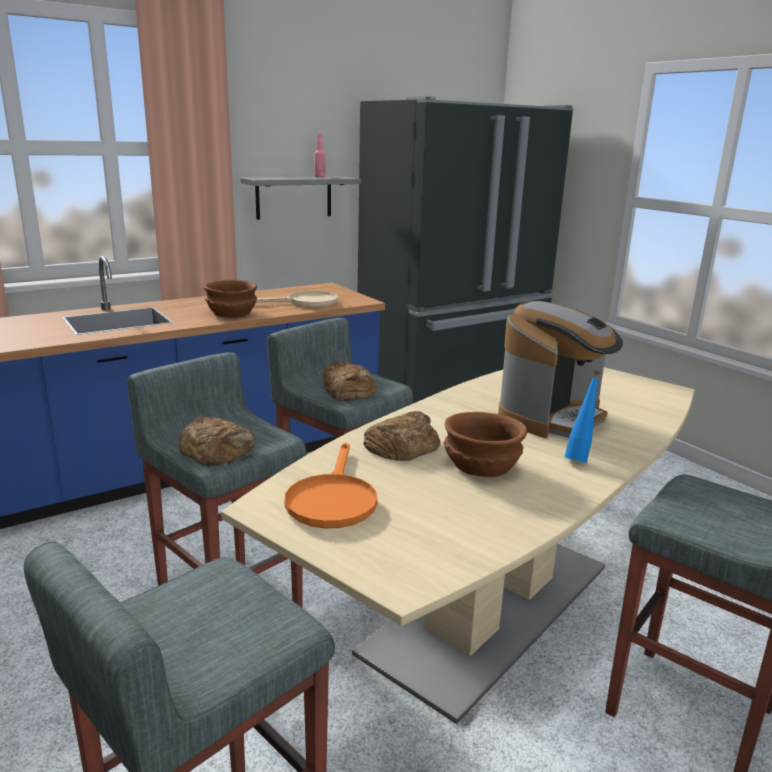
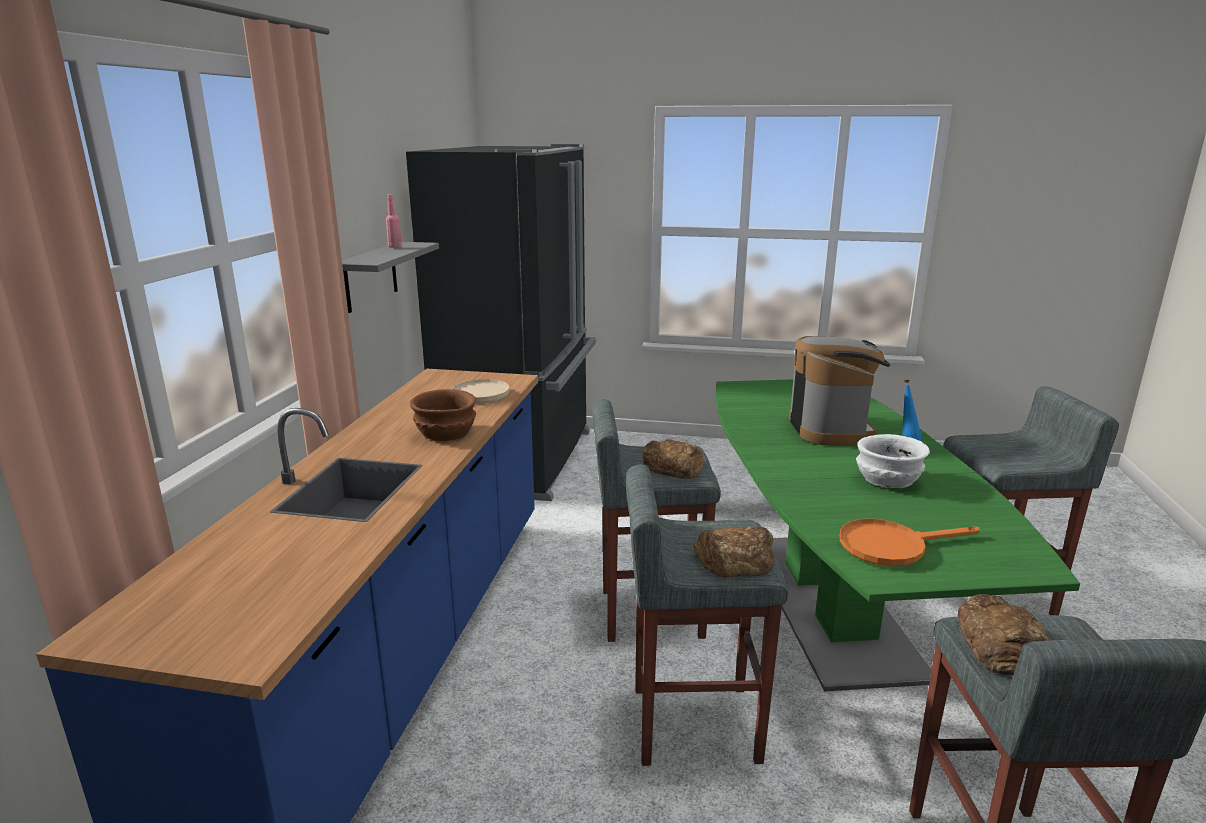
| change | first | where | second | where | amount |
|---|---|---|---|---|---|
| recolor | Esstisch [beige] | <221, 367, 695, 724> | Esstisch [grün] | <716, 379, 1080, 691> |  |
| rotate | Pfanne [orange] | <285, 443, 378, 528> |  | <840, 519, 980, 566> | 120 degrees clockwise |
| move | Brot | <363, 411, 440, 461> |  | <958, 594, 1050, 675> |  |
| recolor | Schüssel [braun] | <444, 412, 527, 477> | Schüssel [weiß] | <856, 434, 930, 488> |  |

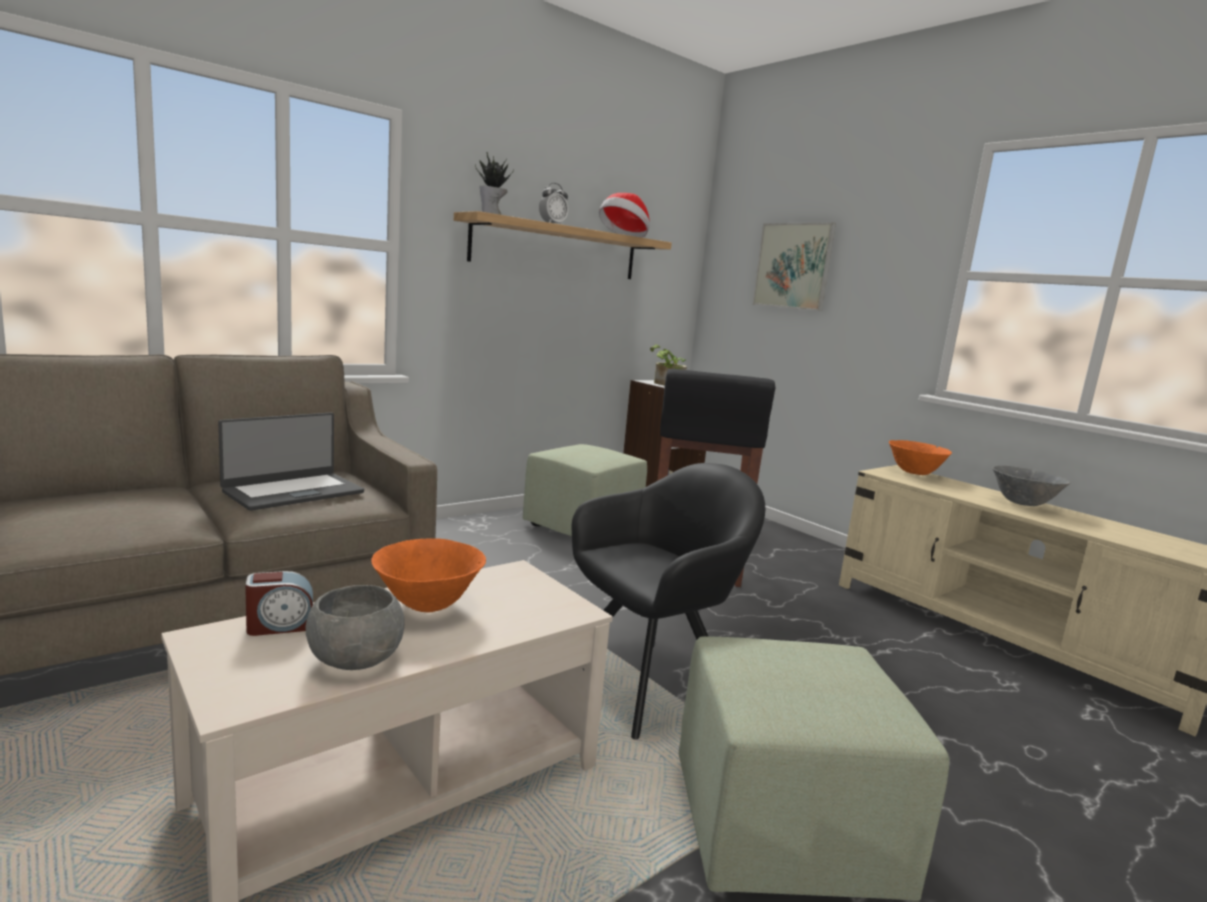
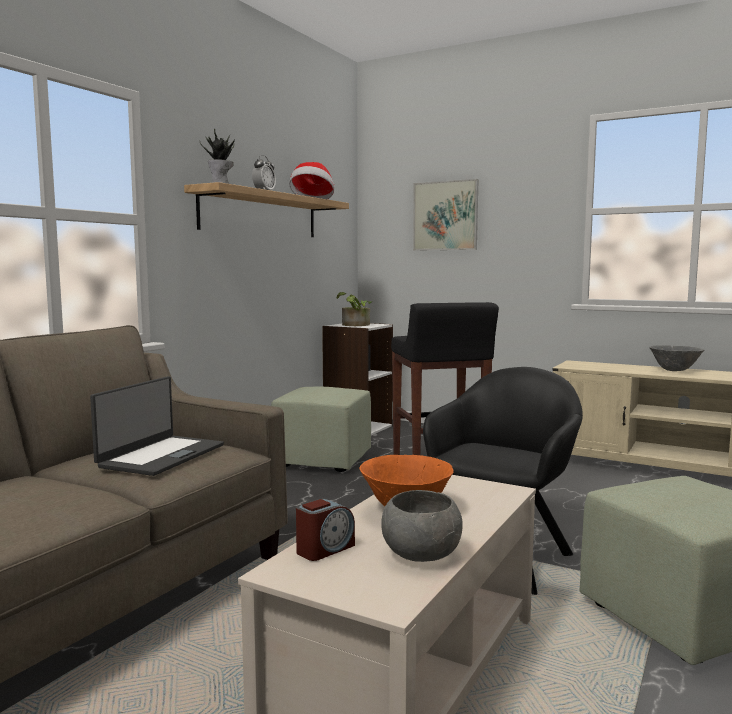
| change | first | where | second | where | amount |
|---|---|---|---|---|---|
| delete | Schüssel [orange] | <889, 440, 952, 475> |  |  |  |

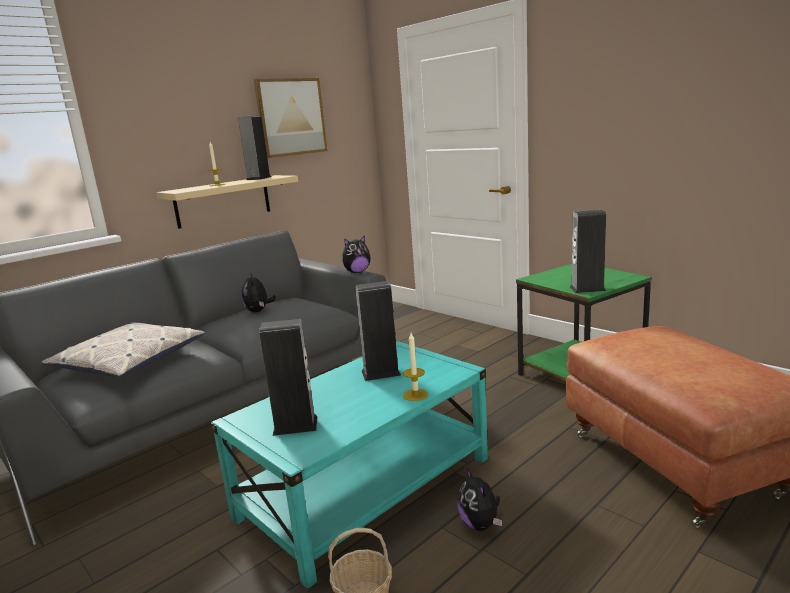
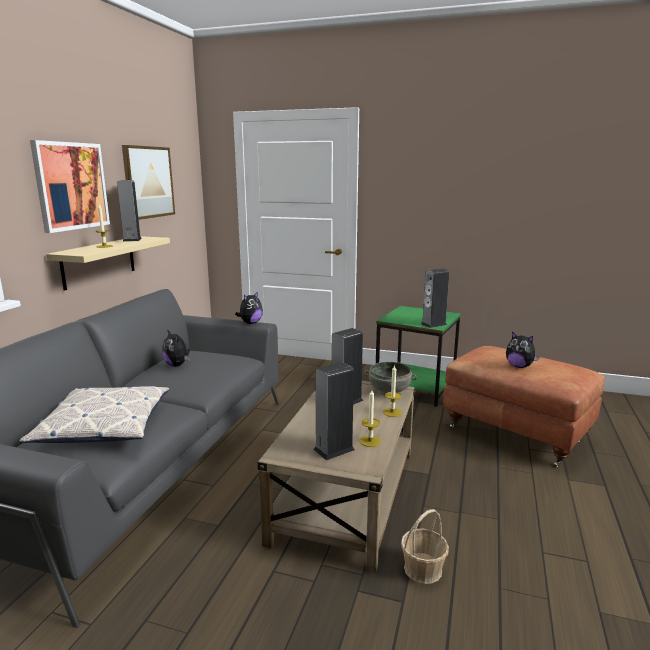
| change | first | where | second | where | amount |
|---|---|---|---|---|---|
| recolor | Couchtisch [türkis] | <211, 341, 488, 589> | Couchtisch [beige] | <257, 381, 416, 573> |  |
| move | Plüschtier | <457, 468, 502, 531> |  | <506, 332, 540, 368> |  |
| insert |  |  | Bild | <30, 140, 110, 233> |  |
| insert |  |  | Kerze | <360, 390, 381, 447> |  |
| insert |  |  | Schüssel [grau] | <364, 362, 417, 395> |  |

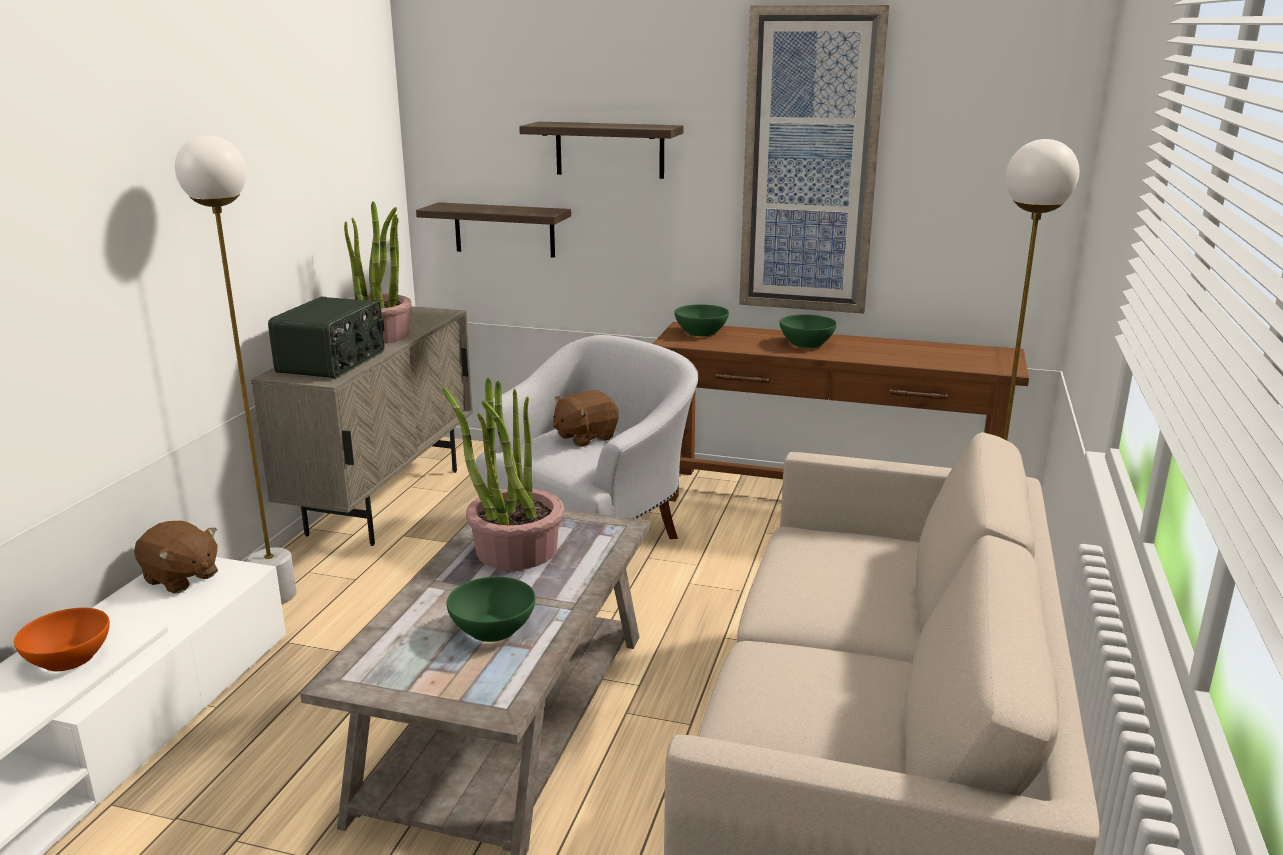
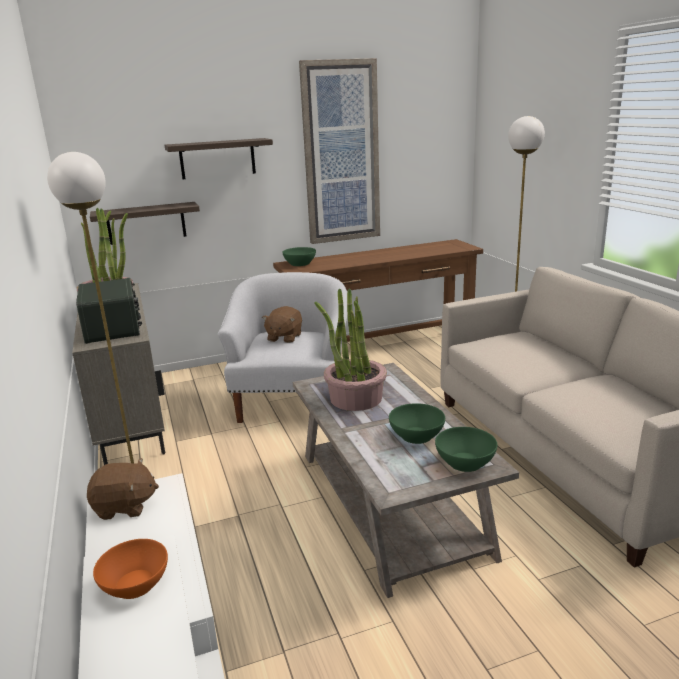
| change | first | where | second | where | amount |
|---|---|---|---|---|---|
| move | Schüssel [grün] | <779, 314, 837, 348> |  | <435, 427, 498, 472> |  |

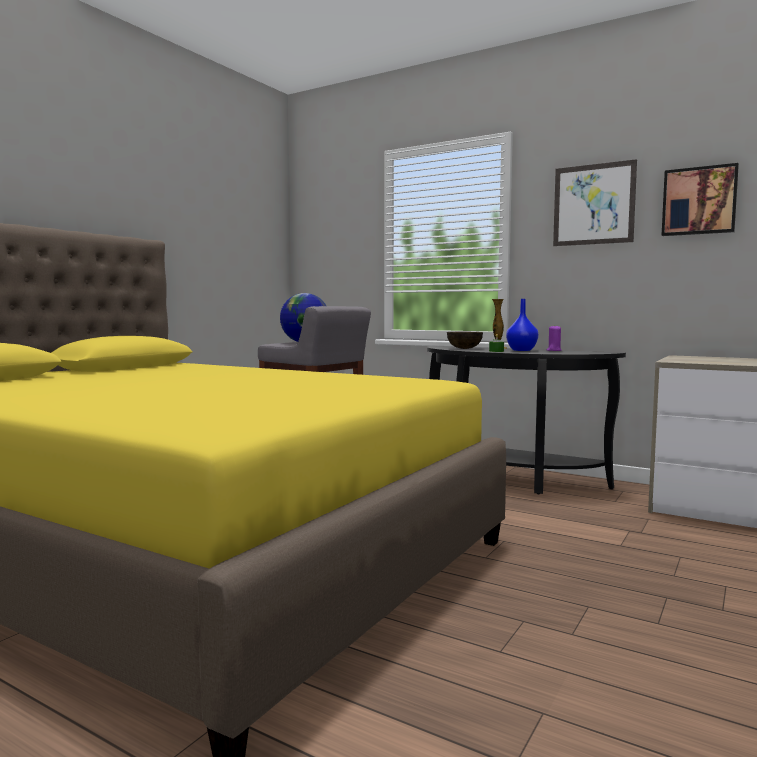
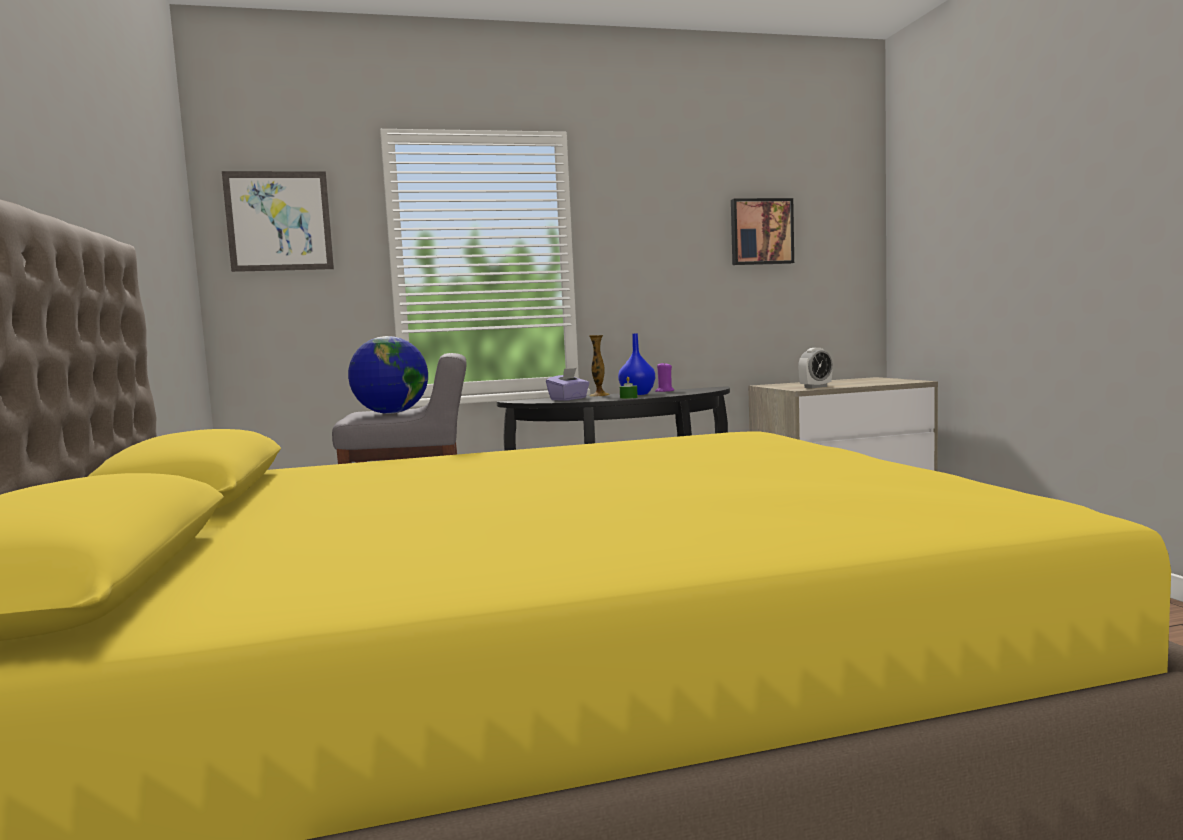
| change | first | where | second | where | amount |
|---|---|---|---|---|---|
| replace | Schüssel [braun] | <447, 332, 483, 349> | Taschentuchbox [lila] | <546, 368, 590, 401> |  |
| move | Bild | <553, 159, 637, 246> |  | <222, 171, 334, 272> |  |
| insert |  |  | Wecker | <798, 348, 833, 388> |  |

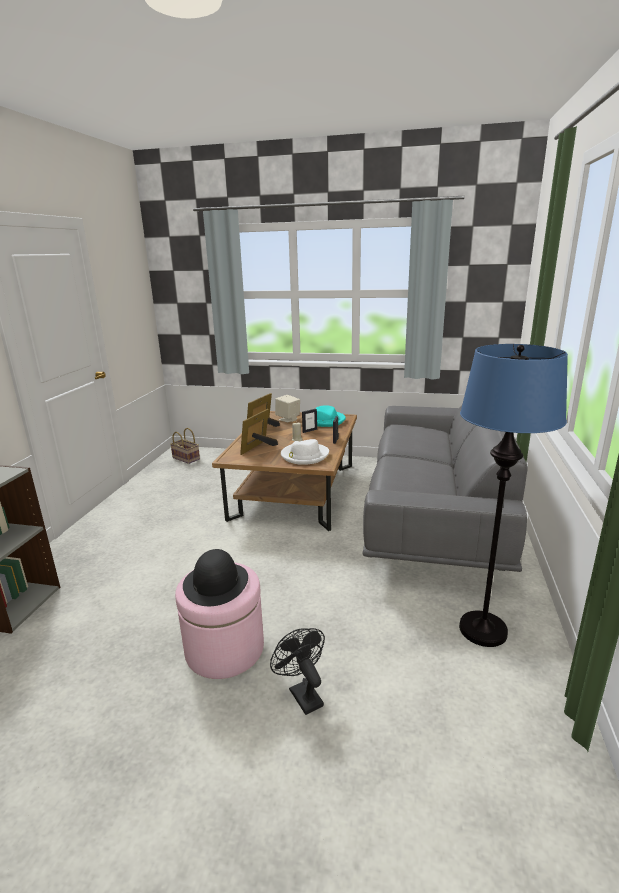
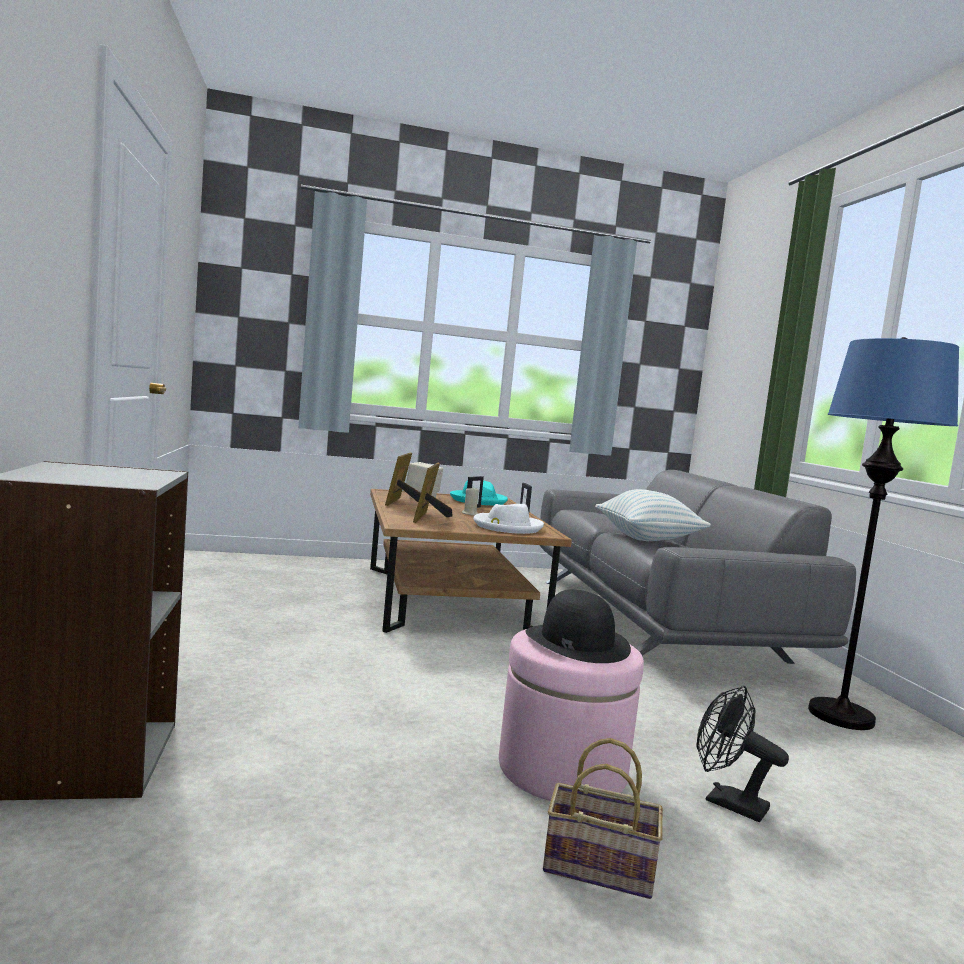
| change | first | where | second | where | amount |
|---|---|---|---|---|---|
| move | Korb | <170, 428, 200, 464> |  | <543, 738, 663, 899> |  |
| insert |  |  | Kissen | <595, 489, 711, 541> |  |

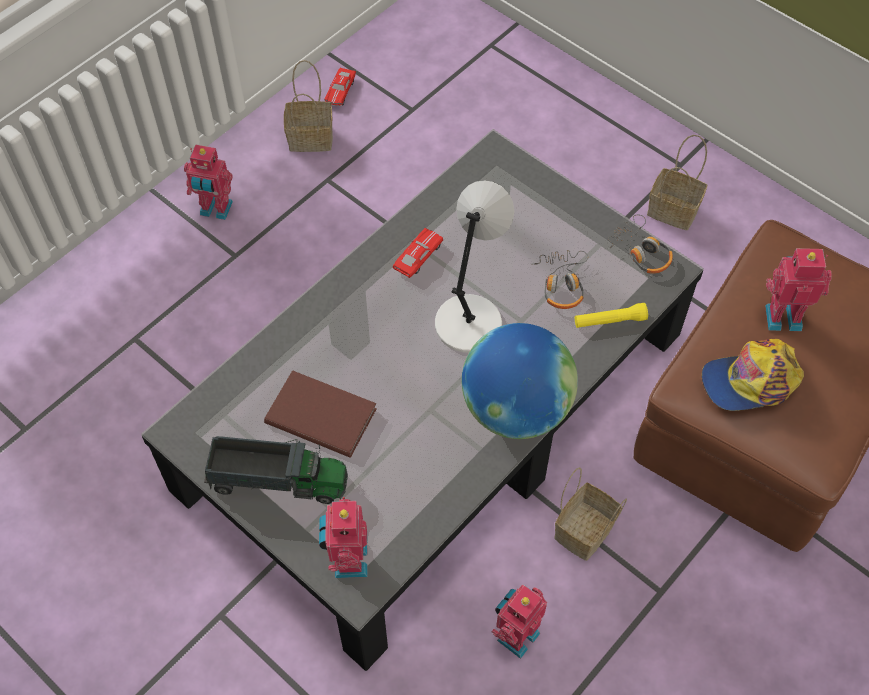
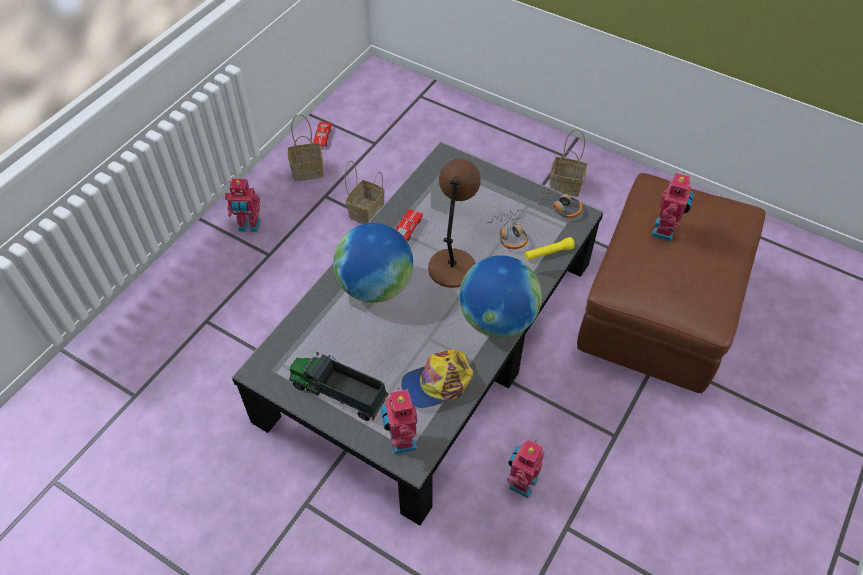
| change | first | where | second | where | amount |
|---|---|---|---|---|---|
| rotate | Spielzeuglaster | <204, 436, 348, 504> |  | <289, 352, 388, 421> | 150 degrees counterclockwise |
| delete | Buch [braun] | <264, 370, 377, 458> |  |  |  |
| recolor | Tischlampe [grau] | <435, 180, 514, 353> | Tischlampe [braun] | <428, 159, 481, 288> |  |
| move | Korb | <554, 467, 627, 561> |  | <345, 160, 385, 224> |  |
| move | Kappe | <702, 339, 804, 411> |  | <401, 349, 473, 408> |  |
| rotate | Spielzeugroboter | <765, 248, 832, 331> |  | <651, 172, 694, 241> | 120 degrees clockwise |
| insert |  |  | Globus | <333, 223, 413, 303> |  |

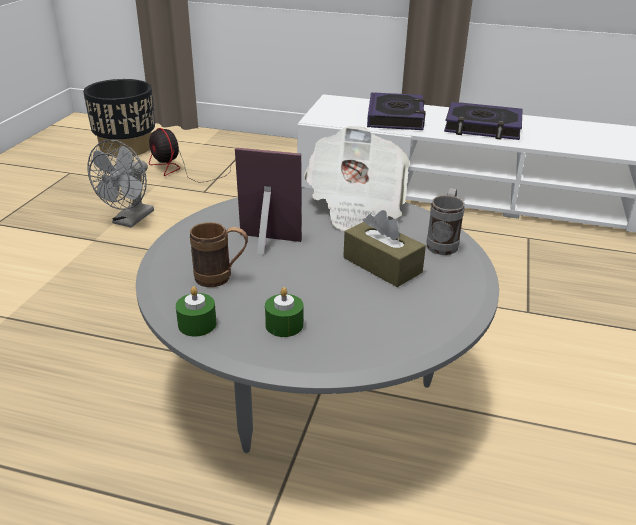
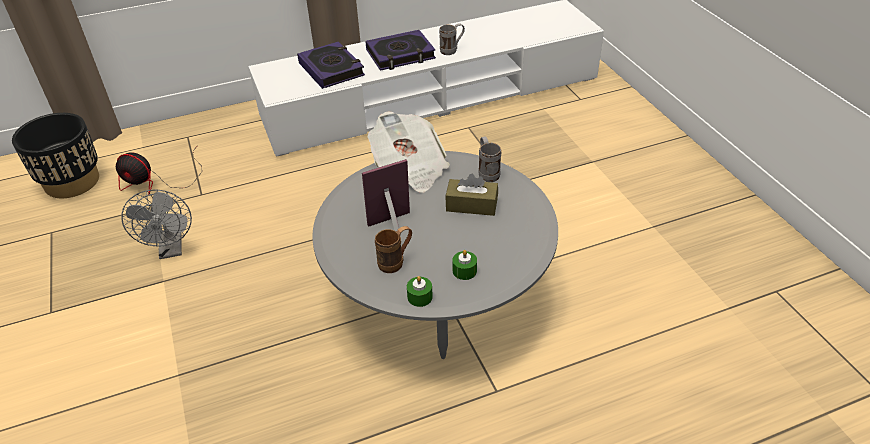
| change | first | where | second | where | amount |
|---|---|---|---|---|---|
| insert |  |  | Henkelbecher [grau] | <439, 23, 465, 55> |  |

